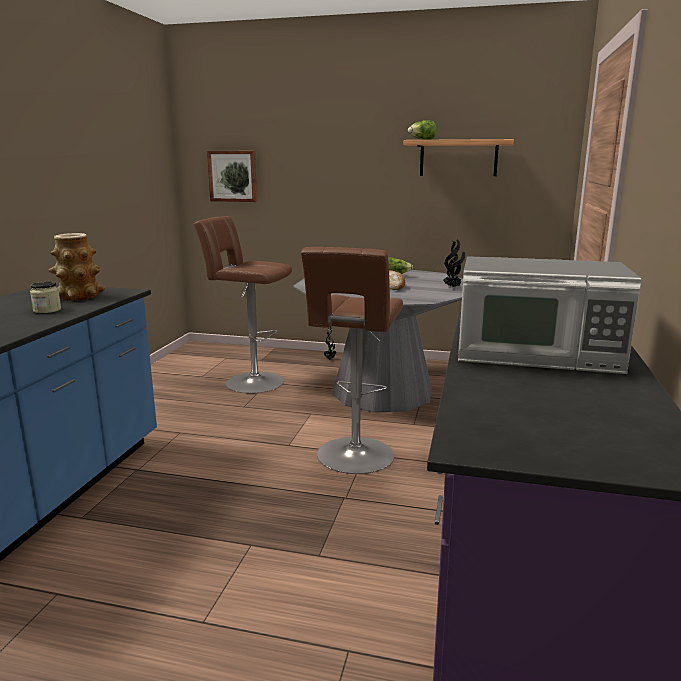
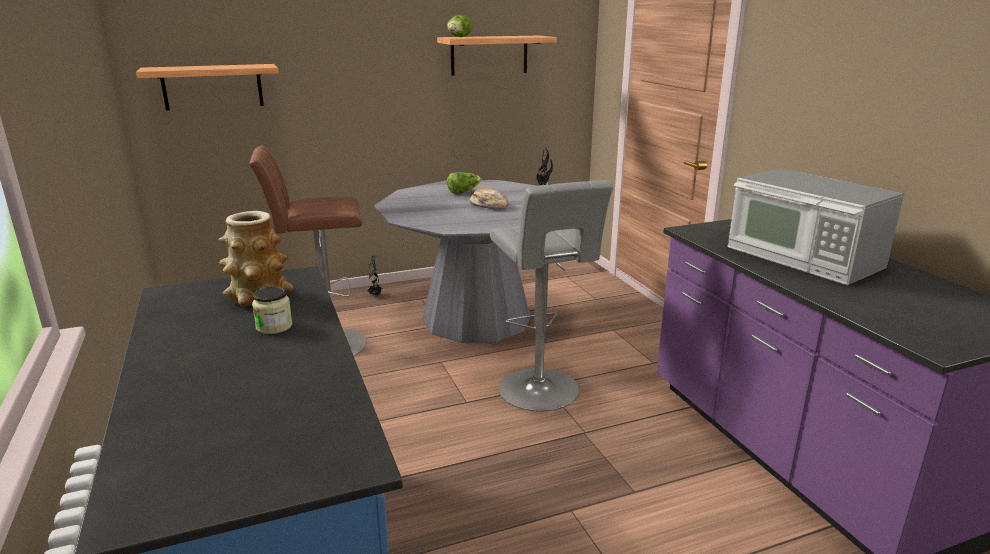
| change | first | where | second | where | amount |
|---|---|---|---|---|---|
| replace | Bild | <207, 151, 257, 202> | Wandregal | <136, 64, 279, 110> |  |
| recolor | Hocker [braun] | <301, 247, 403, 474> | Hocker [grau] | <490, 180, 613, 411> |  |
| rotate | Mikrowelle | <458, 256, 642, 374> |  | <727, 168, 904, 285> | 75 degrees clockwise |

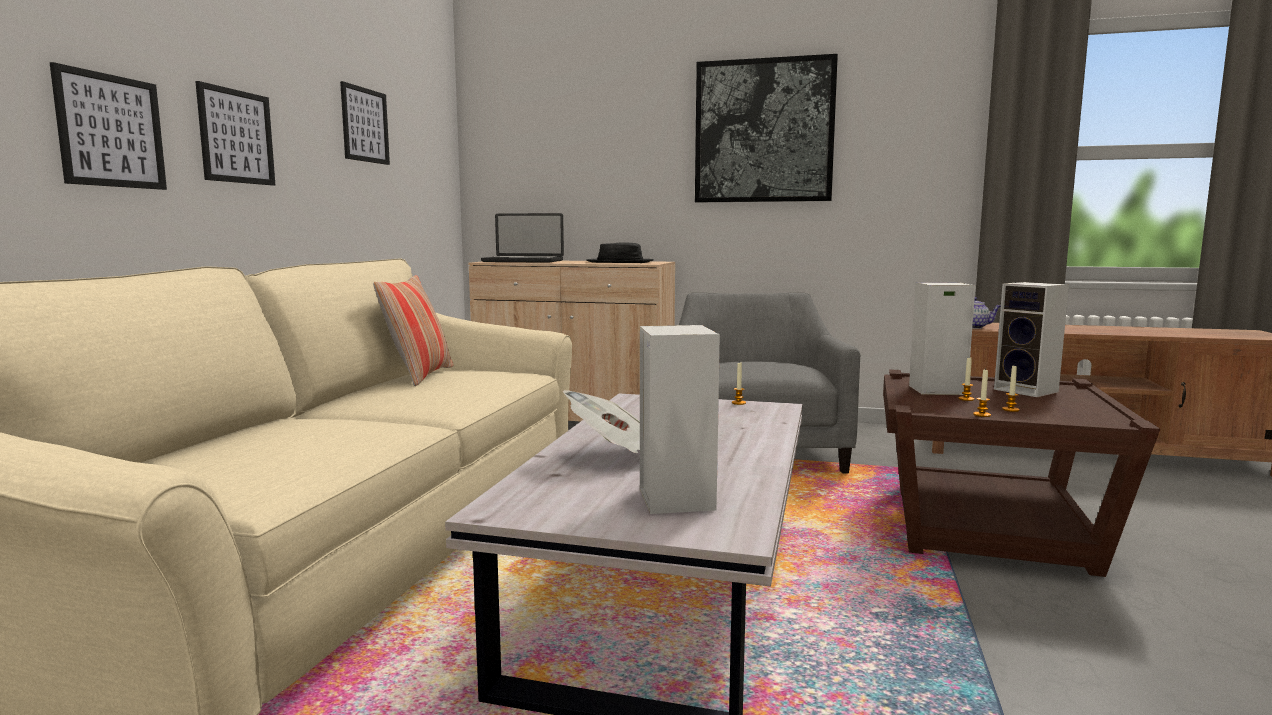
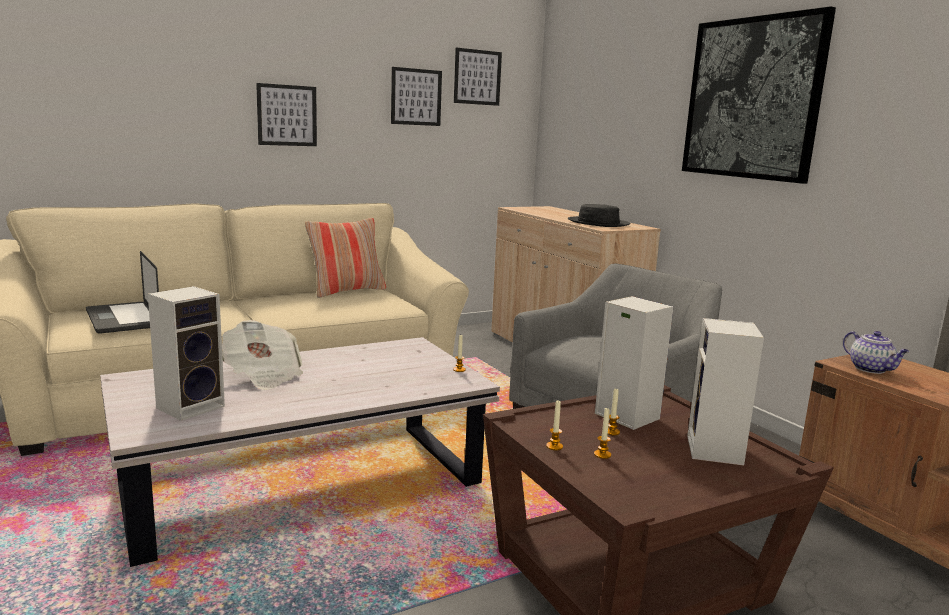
| change | first | where | second | where | amount |
|---|---|---|---|---|---|
| move | Bild | <49, 62, 167, 190> |  | <454, 48, 502, 106> |  |
| move | Laptop | <481, 213, 564, 263> |  | <86, 251, 159, 334> |  |

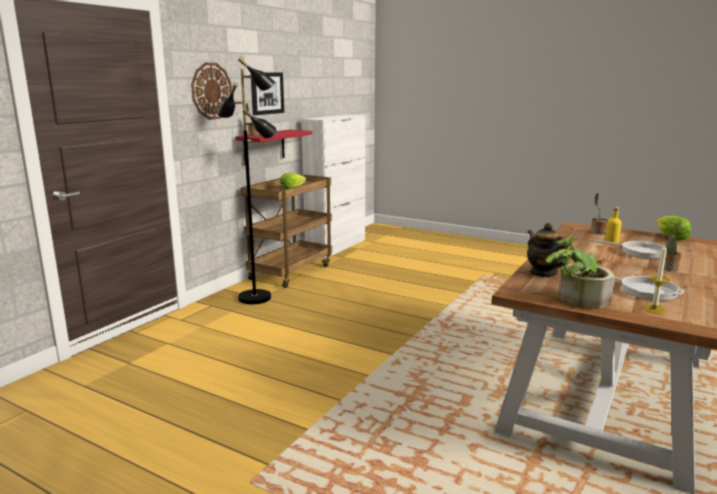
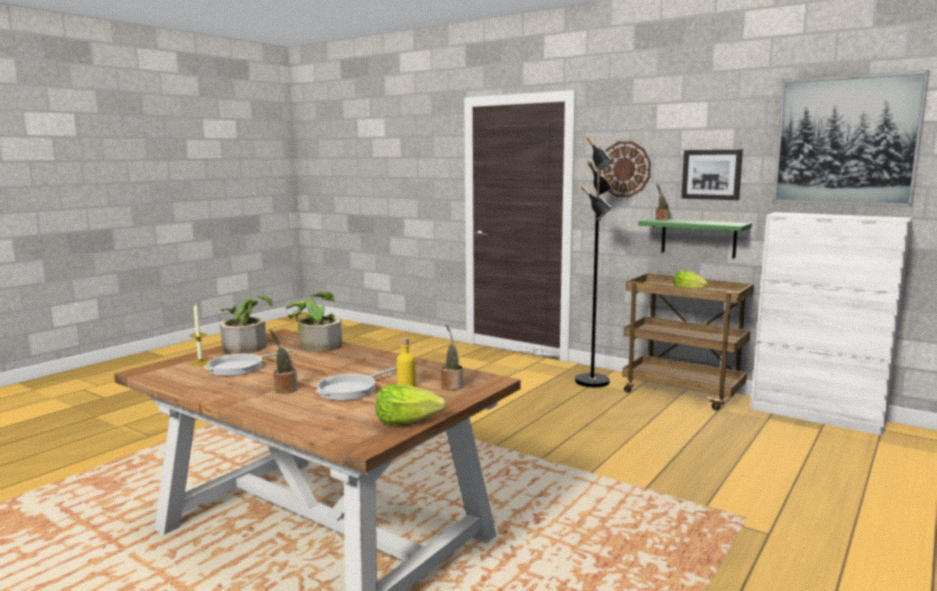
| change | first | where | second | where | amount |
|---|---|---|---|---|---|
| recolor | Wandregal [rot] | <235, 130, 312, 166> | Wandregal [grün] | <638, 218, 752, 258> |  |
| replace | Teekanne | <527, 223, 568, 277> | Topfpflanze | <285, 292, 342, 352> |  |
| insert |  |  | Bild | <772, 70, 929, 207> |  |

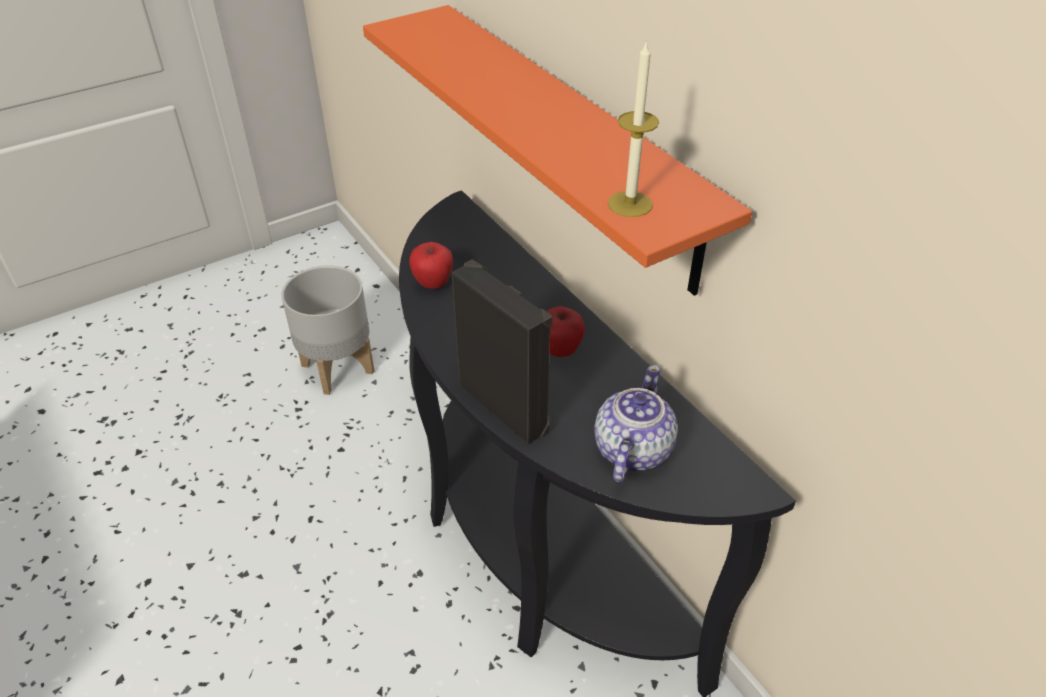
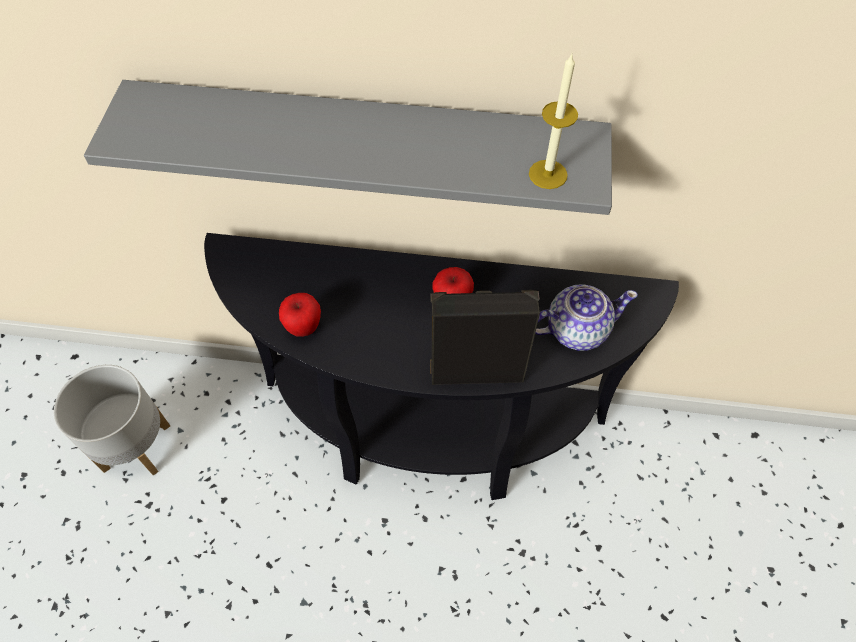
| change | first | where | second | where | amount |
|---|---|---|---|---|---|
| recolor | Wandregal [orange] | <363, 5, 752, 296> | Wandregal [grau] | <84, 80, 612, 215> |  |
| rotate | Teekanne | <594, 365, 678, 482> |  | <535, 284, 638, 351> | 105 degrees clockwise |

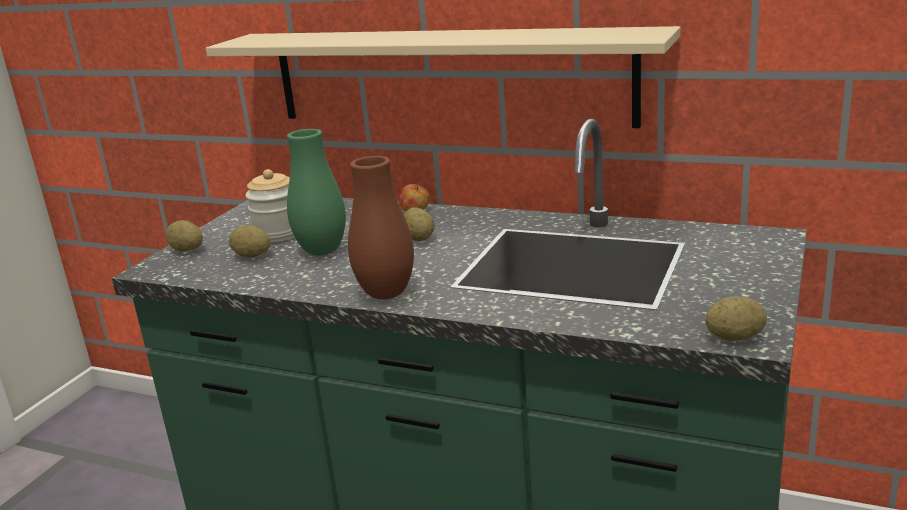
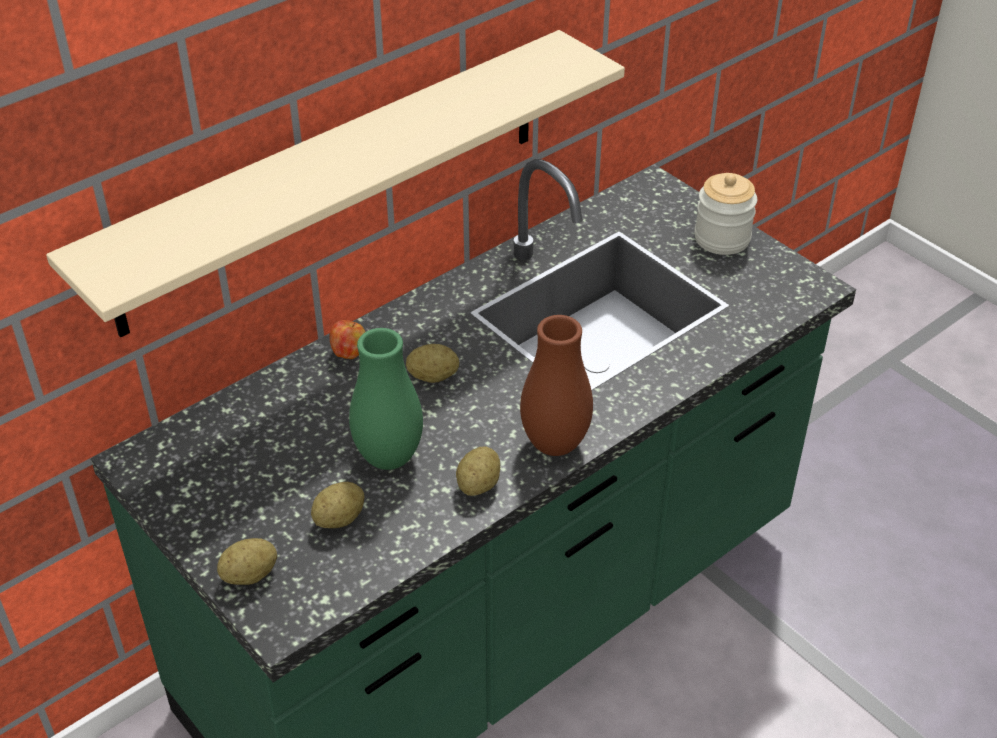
| change | first | where | second | where | amount |
|---|---|---|---|---|---|
| move | Vorratsglas | <245, 169, 295, 243> |  | <694, 173, 757, 255> |  |
| move | Kartoffel | <706, 297, 767, 341> |  | <456, 447, 500, 496> |  |

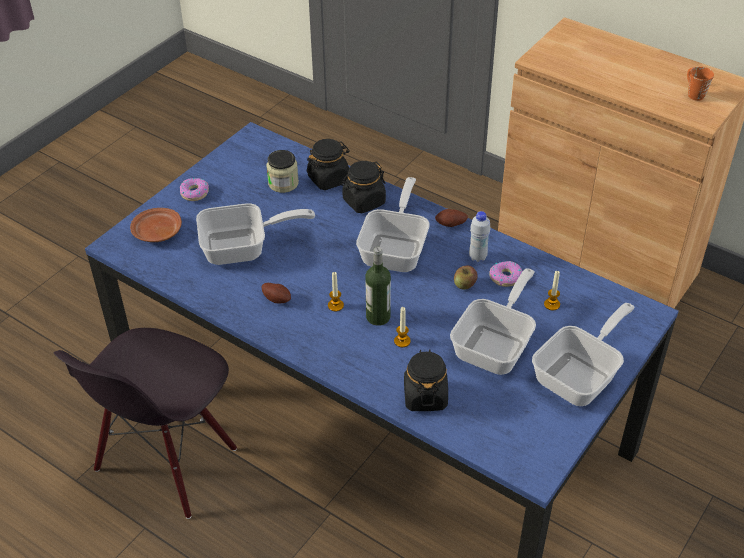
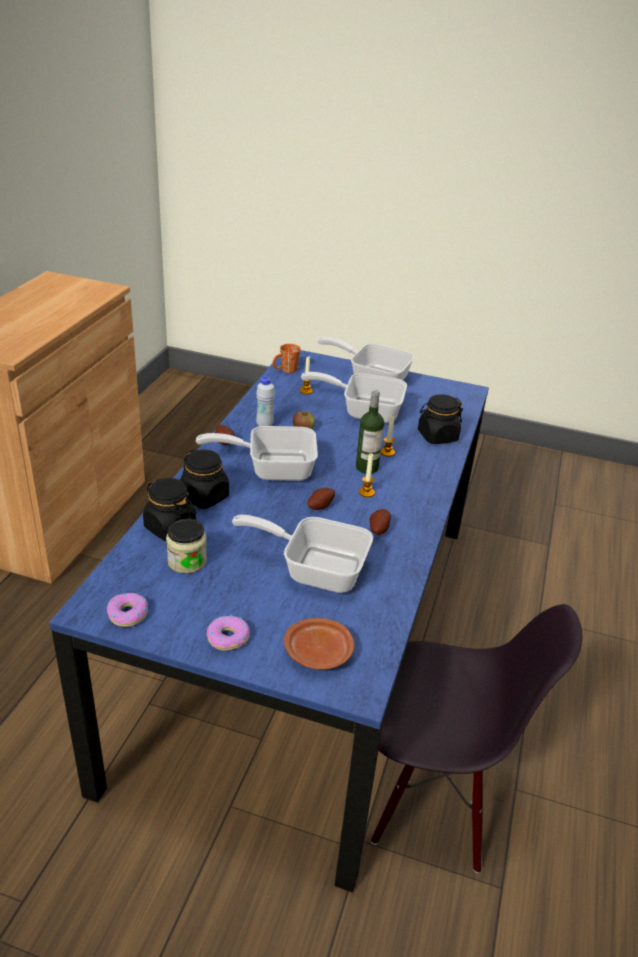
| change | first | where | second | where | amount |
|---|---|---|---|---|---|
| rotate | Pfanne | <196, 203, 315, 265> |  | <232, 515, 373, 593> | 45 degrees counterclockwise |
| move | Donut | <489, 261, 523, 287> |  | <107, 593, 148, 627> |  |
| move | Henkelbecher [orange] | <687, 67, 714, 101> |  | <272, 344, 300, 373> |  |
| insert |  |  | Kartoffel | <307, 488, 335, 510> |  |

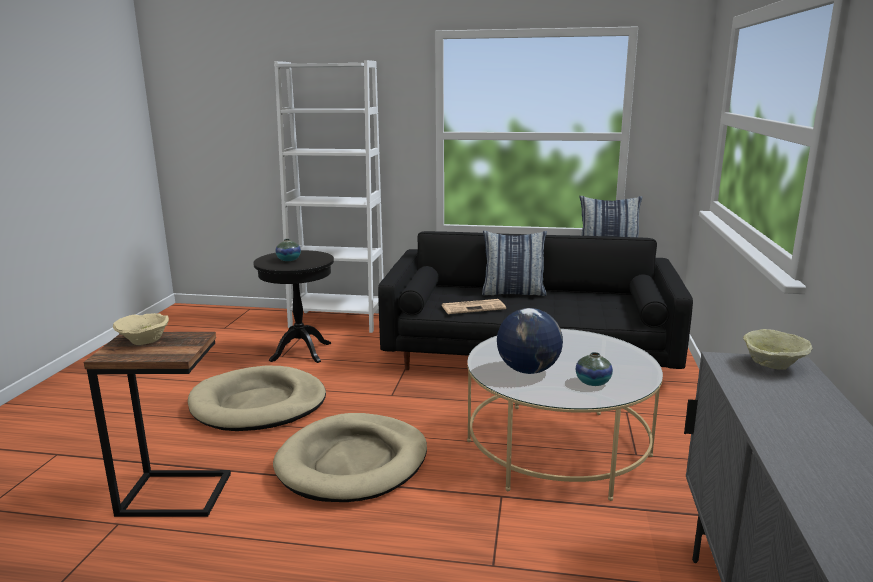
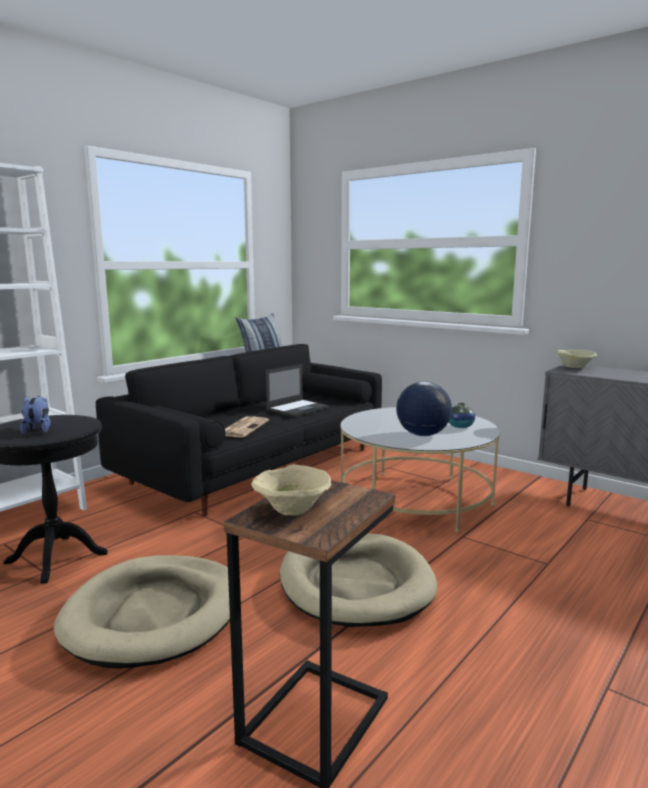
| change | first | where | second | where | amount |
|---|---|---|---|---|---|
| replace | Vase | <275, 239, 301, 261> | Plüschtier | <20, 396, 51, 434> |  |
| delete | Kissen | <482, 231, 547, 296> |  |  |  |
| insert |  |  | Laptop | <266, 364, 329, 417> |  |

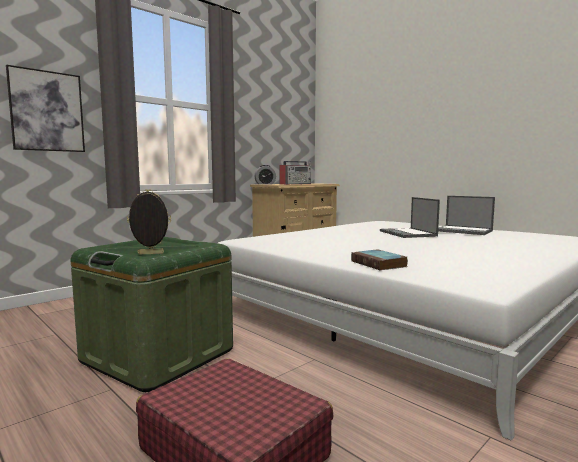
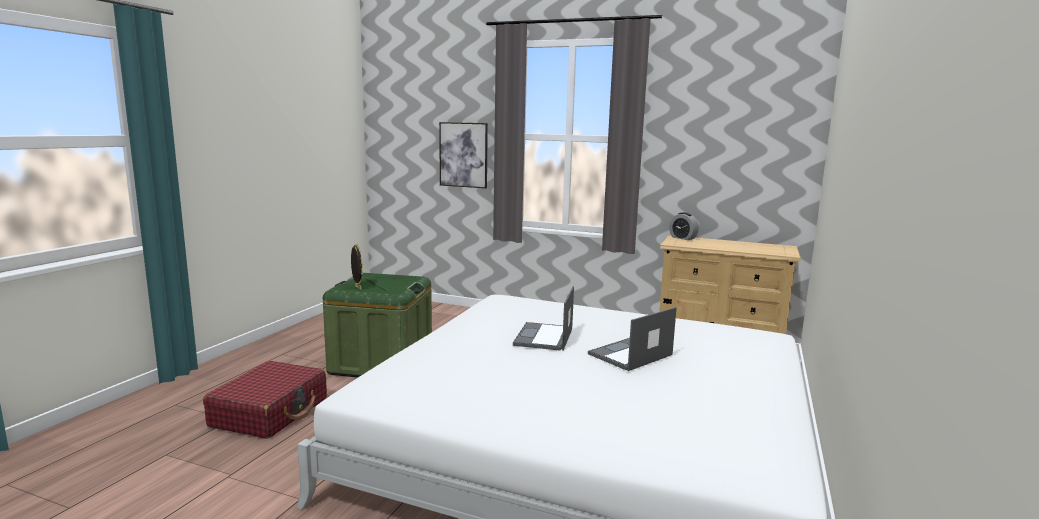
| change | first | where | second | where | amount |
|---|---|---|---|---|---|
| delete | Radio | <279, 160, 311, 185> |  |  |  |
| delete | Buch | <351, 249, 408, 271> |  |  |  |
| move | Laptop | <438, 196, 495, 235> |  | <513, 286, 574, 351> |  |

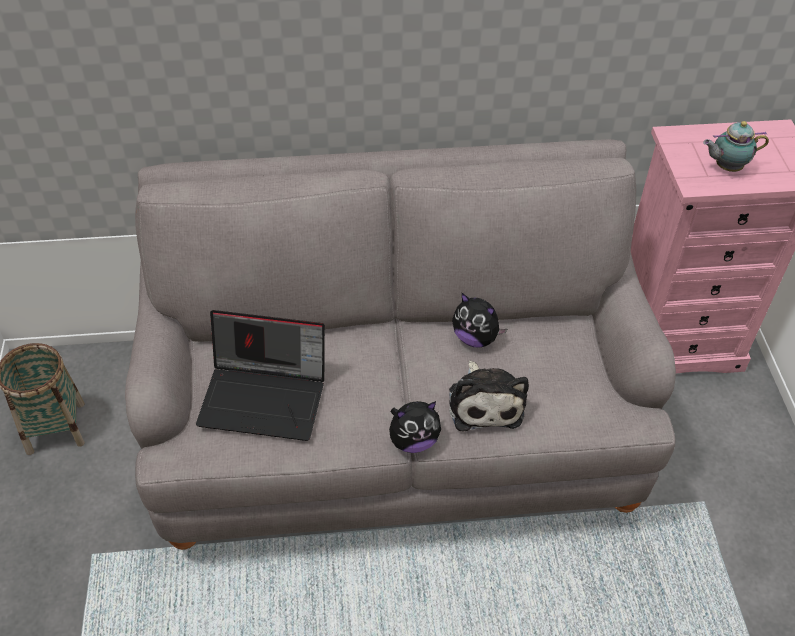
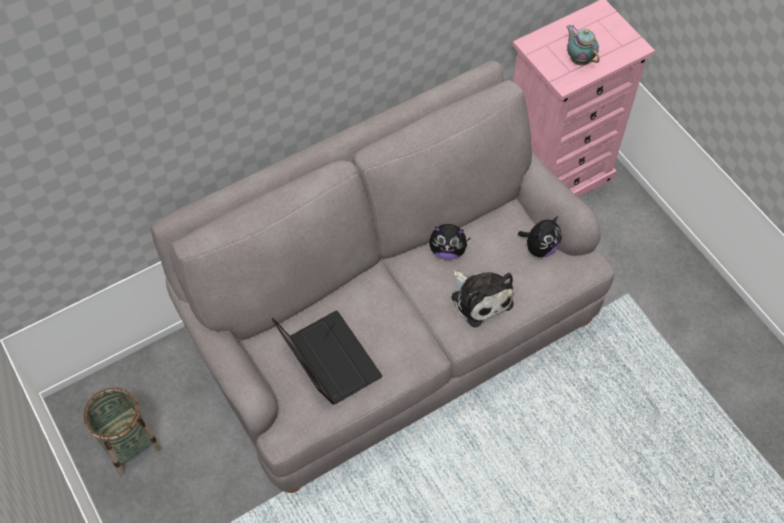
| change | first | where | second | where | amount |
|---|---|---|---|---|---|
| rotate | Laptop | <196, 310, 325, 441> |  | <272, 311, 382, 404> | 105 degrees counterclockwise |
| move | Plüschtier | <389, 401, 441, 453> |  | <518, 216, 561, 257> |  |
| rotate | Teekanne | <703, 121, 769, 172> |  | <566, 25, 600, 65> | 90 degrees clockwise |

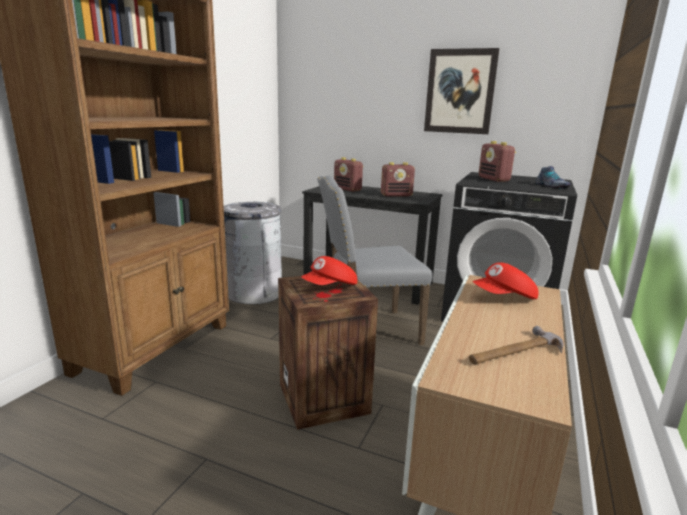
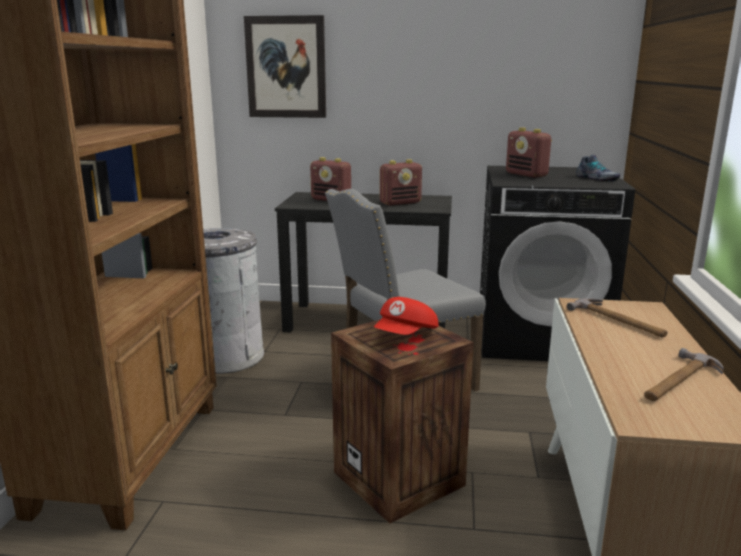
| change | first | where | second | where | amount |
|---|---|---|---|---|---|
| move | Bild | <424, 48, 500, 134> |  | <244, 15, 326, 118> |  |
| replace | Kappe [rot] | <472, 262, 538, 299> | Hammer | <567, 298, 668, 338> |  |

